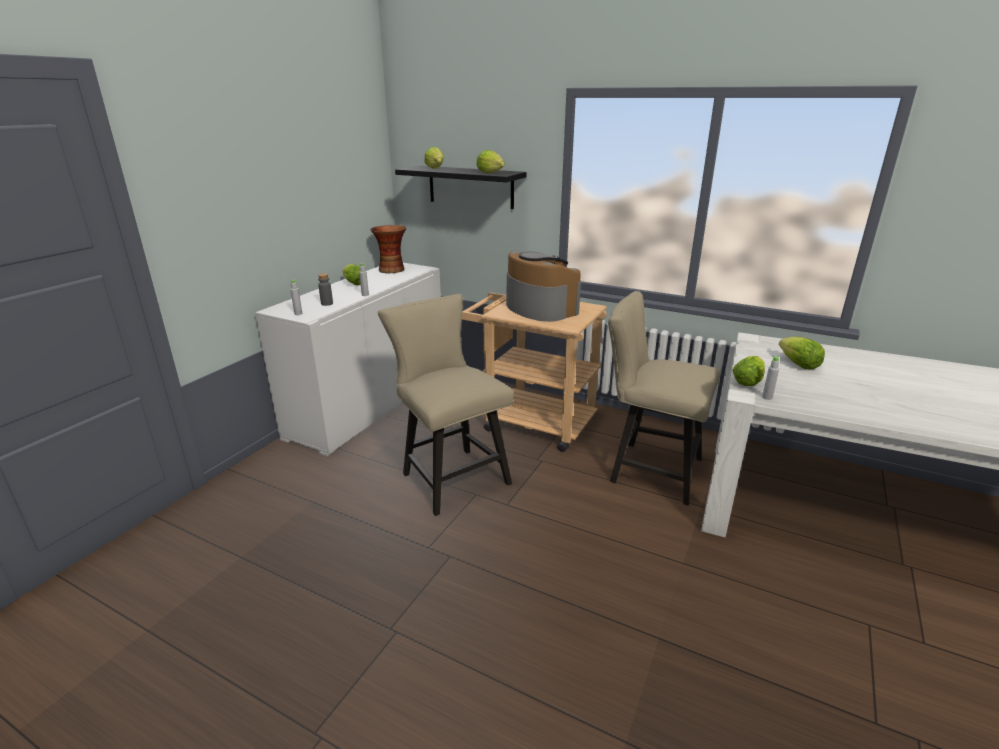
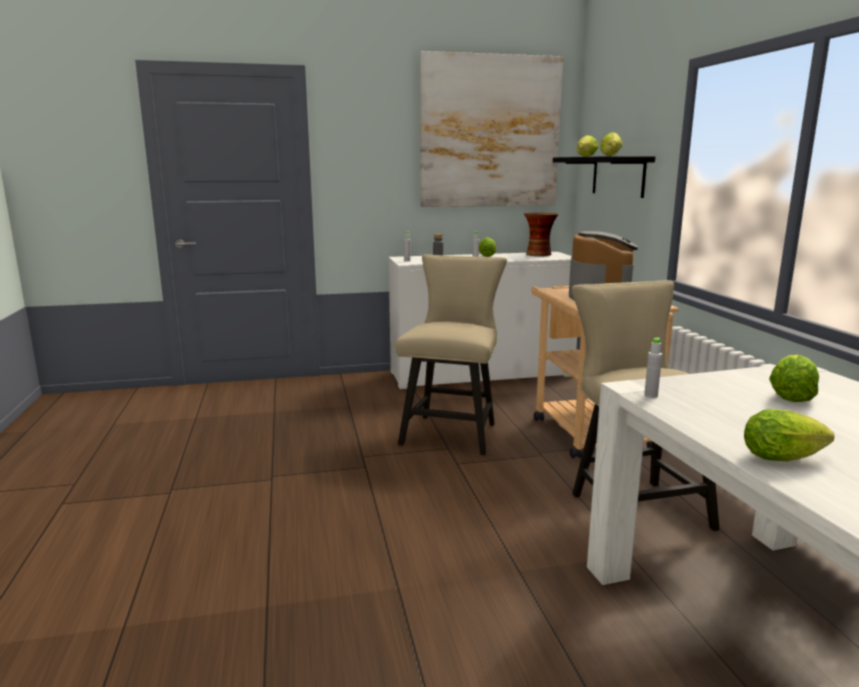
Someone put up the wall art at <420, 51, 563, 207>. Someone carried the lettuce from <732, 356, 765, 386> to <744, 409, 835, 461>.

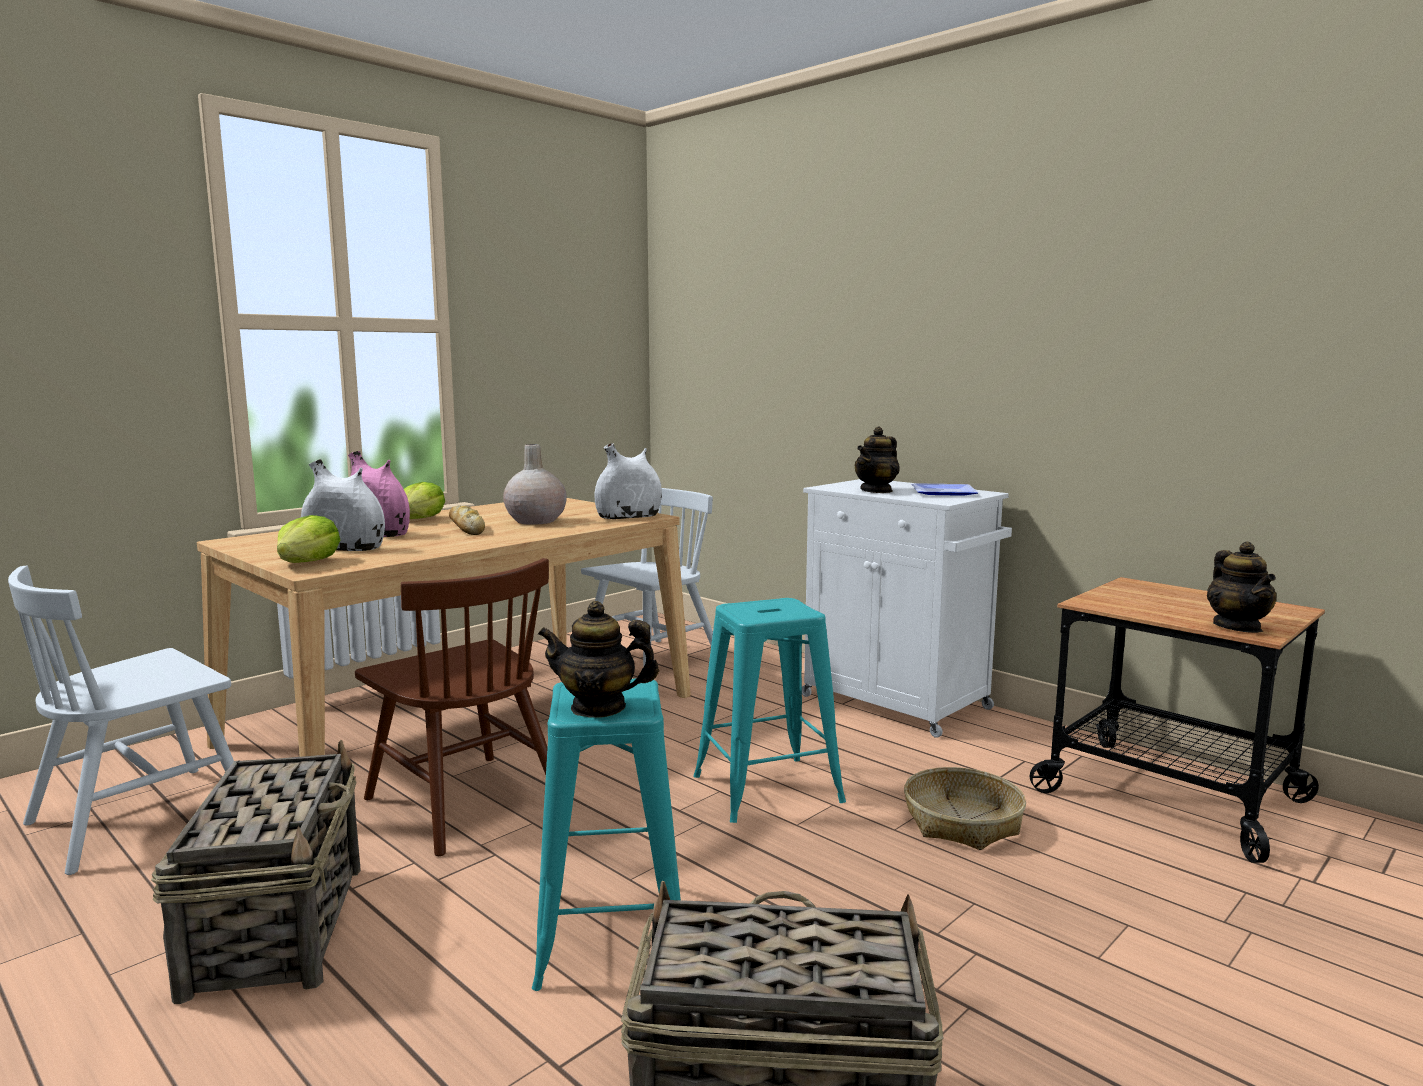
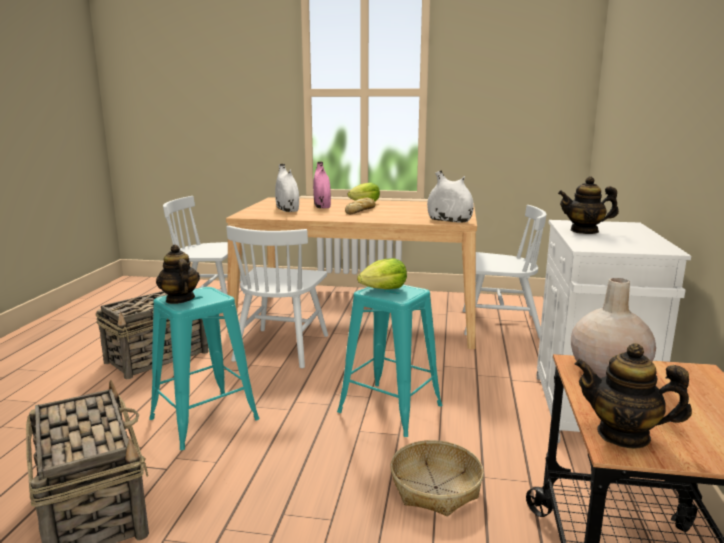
Someone took away the dinner plate at <912, 483, 979, 496>. Someone carried the lettuce from <277, 515, 340, 563> to <357, 258, 407, 289>. Someone carried the decorative vase (beige-coloured) from <503, 444, 567, 525> to <571, 278, 656, 378>. Someone repainted the plain chair (brown) at <355, 558, 549, 856>, which became the plain chair (white-coloured) at <226, 226, 328, 368>. Someone rotated the tea pot at <1207, 541, 1277, 633> by 60 degrees clockwise.

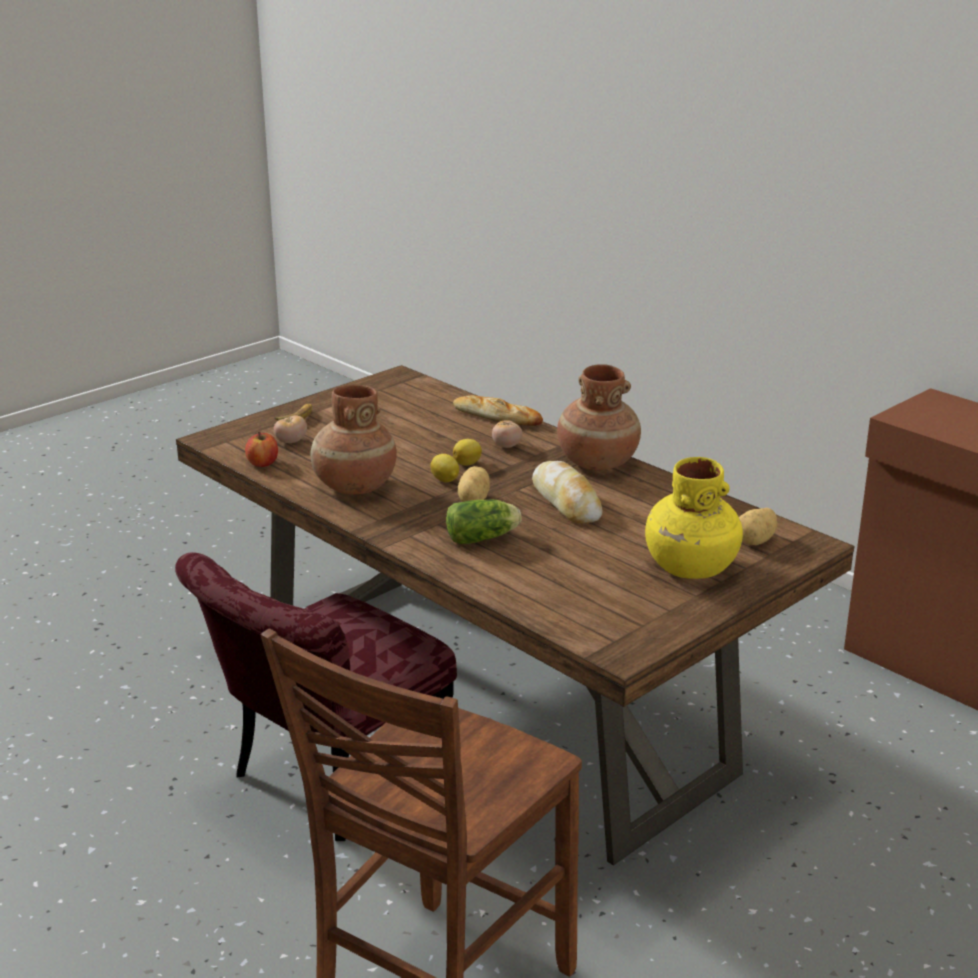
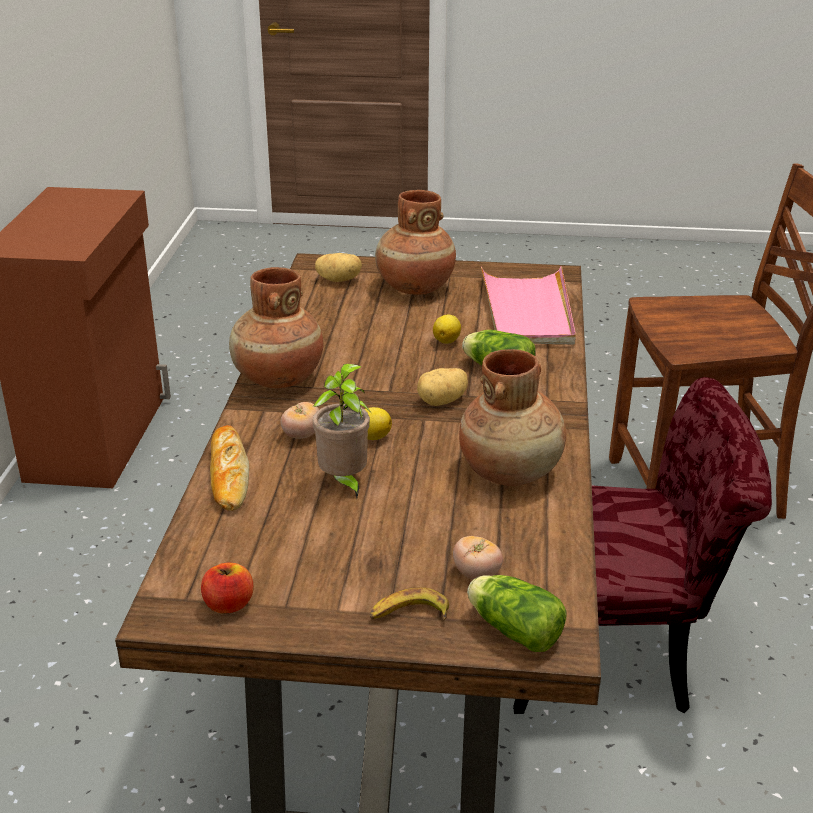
Someone took away the bread at <532, 461, 603, 523>. Someone put down the potted plant at <312, 364, 371, 498>. Someone put down the lettuce at <467, 575, 567, 652>. Someone put down the carrying tray (pinkish) at <481, 266, 576, 344>. Someone carried the apple fruit from <245, 432, 278, 467> to <201, 563, 254, 614>. Someone carried the whole lemon from <430, 454, 459, 482> to <433, 314, 461, 344>. Someone repainted the decorative vase (yellowish) at <645, 457, 743, 579>, which became the decorative vase (brown) at <375, 190, 456, 295>.

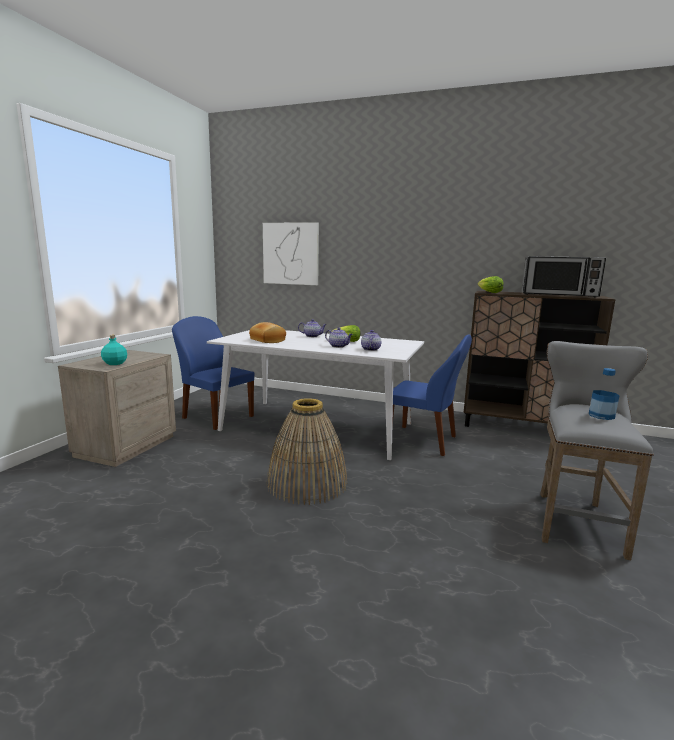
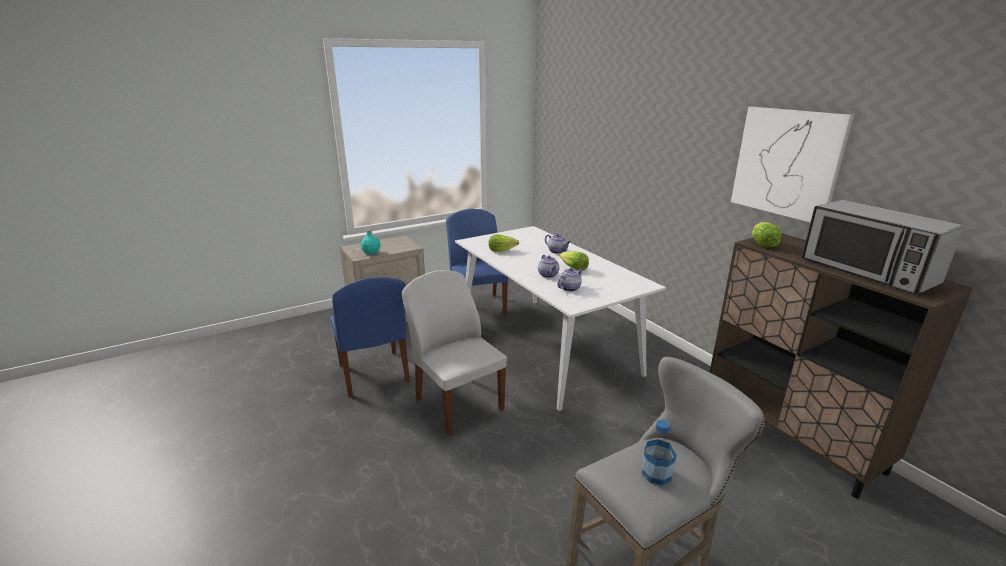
Someone carried the wall art from <263, 222, 319, 285> to <731, 107, 854, 222>. Someone carried the plain chair (blue) from <392, 335, 472, 456> to <330, 277, 410, 397>. Someone swapped the bread at <249, 322, 286, 343> for the lettuce at <489, 234, 519, 252>. Someone swapped the basket at <267, 398, 347, 505> for the plain chair (white-coloured) at <402, 270, 507, 435>.

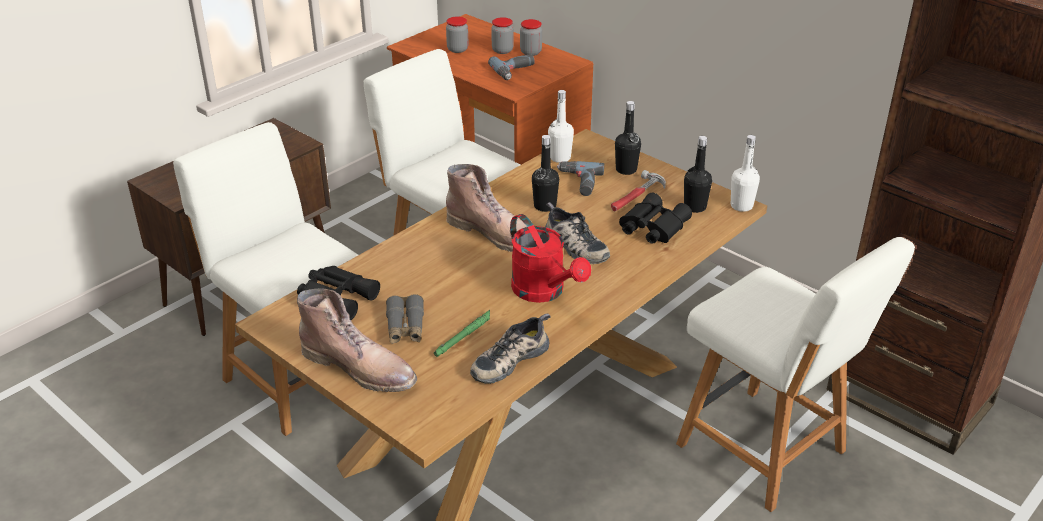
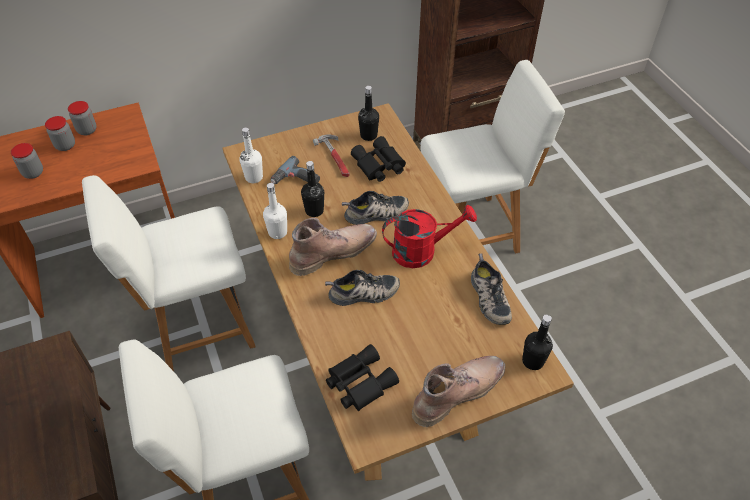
Someone took away the binoculars (grey) at <386, 294, 424, 344>. Someone took away the torch (greenish) at <434, 310, 490, 357>. Someone took away the power drill at <488, 54, 535, 80>. Someone put down the low shoe at <325, 270, 400, 306>. Someone carried the bottle (black) from <615, 101, 641, 175> to <522, 314, 553, 370>. Someone carried the bottle (white-coloured) from <731, 135, 760, 212> to <263, 183, 287, 239>.

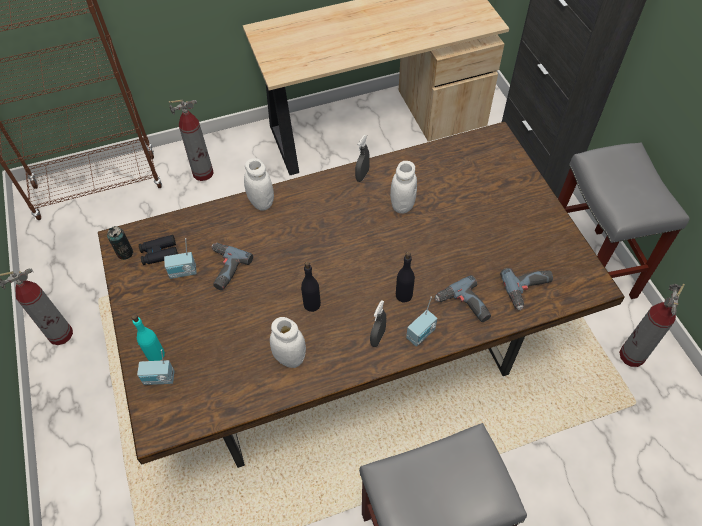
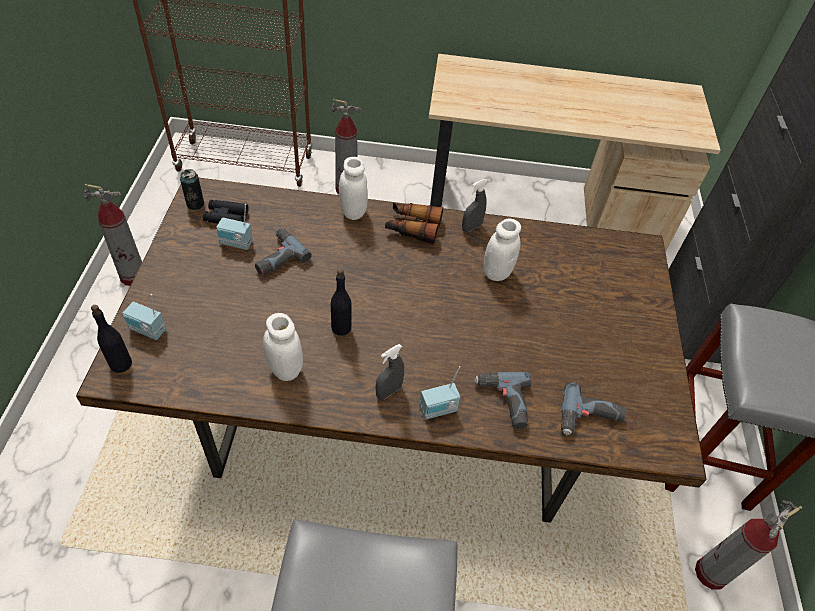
Someone took away the bottle (blue-green) at <132, 315, 165, 361>. Someone put down the binoculars at <385, 203, 443, 245>. Someone carried the bottle (black) from <396, 252, 415, 303> to <91, 305, 132, 373>.

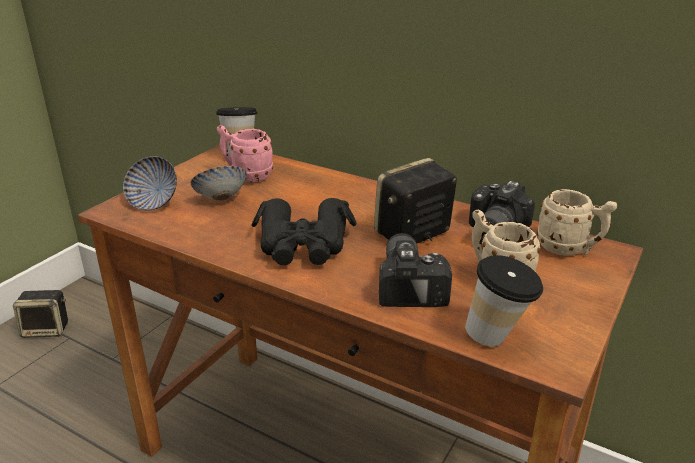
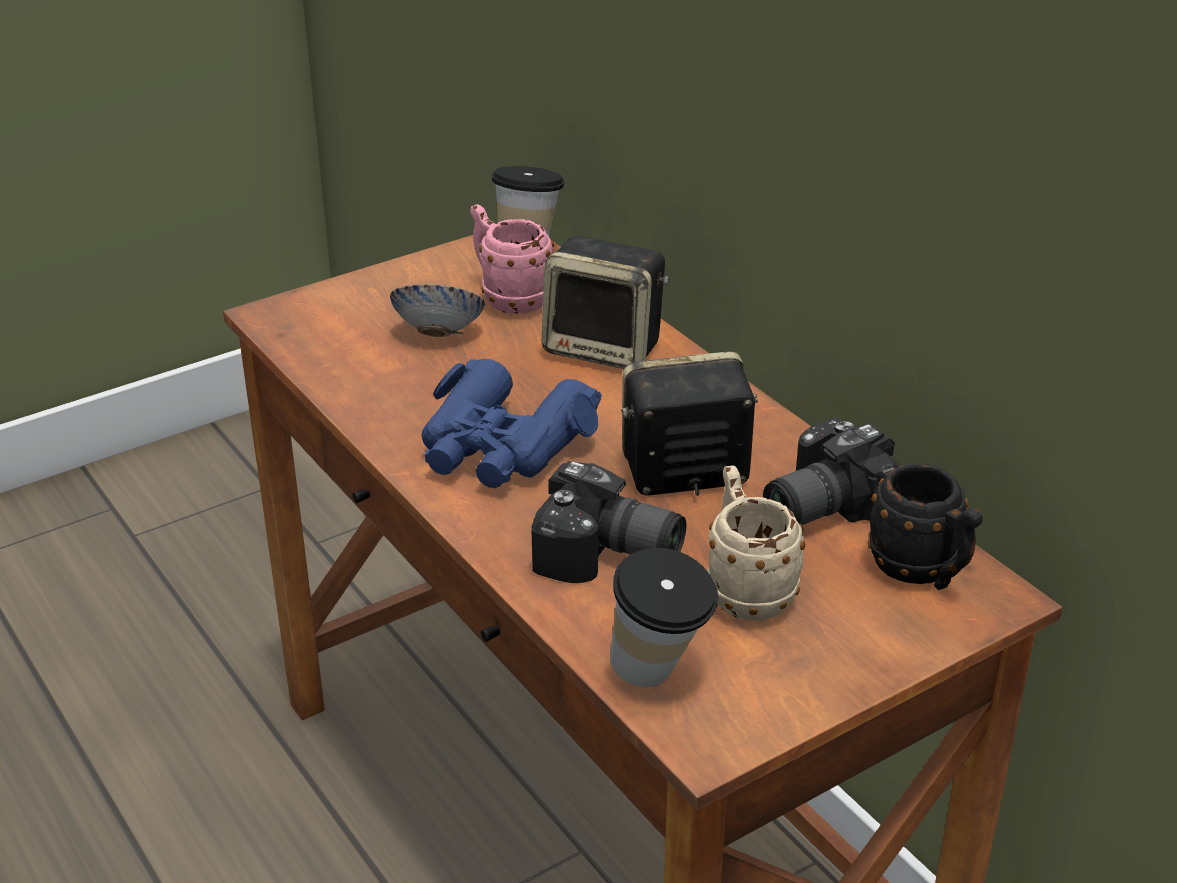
Someone took away the serving bowl at <123, 156, 177, 210>. Someone carried the audio speaker from <13, 290, 68, 338> to <542, 236, 670, 369>. Someone repainted the binoculars (black) at <251, 198, 357, 265>, which became the binoculars (blue) at <422, 359, 602, 488>. Someone repainted the coffee mug (beige-coloured) at <537, 189, 617, 255>, which became the coffee mug (black) at <868, 463, 983, 590>. Someone rotated the still camera at <379, 233, 452, 307> by 90 degrees clockwise.

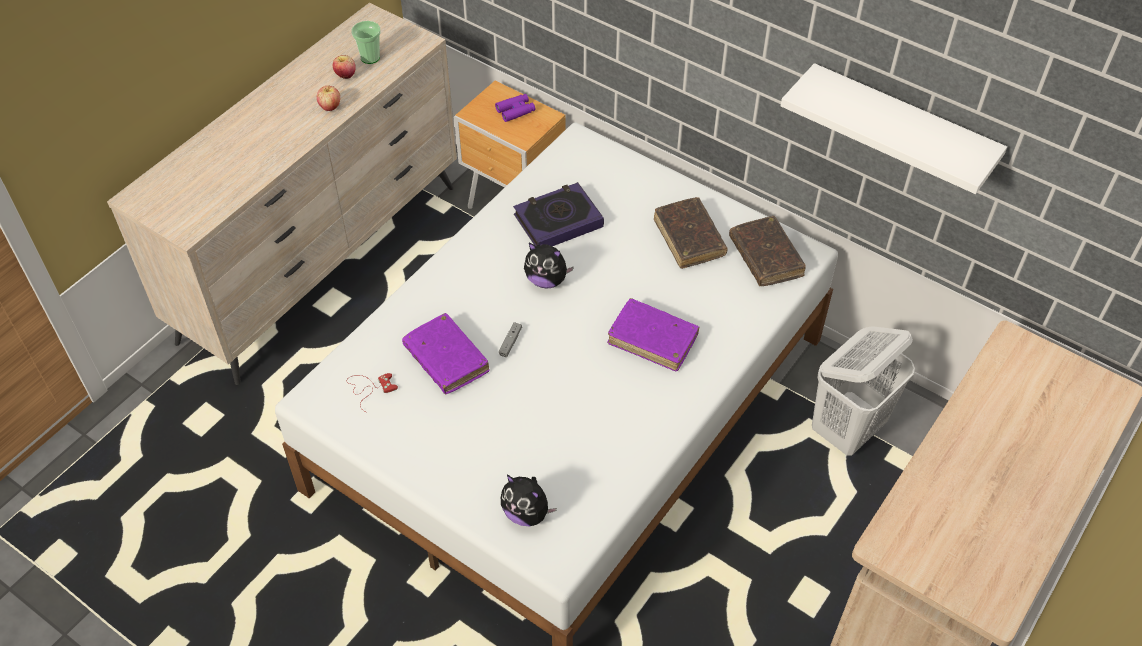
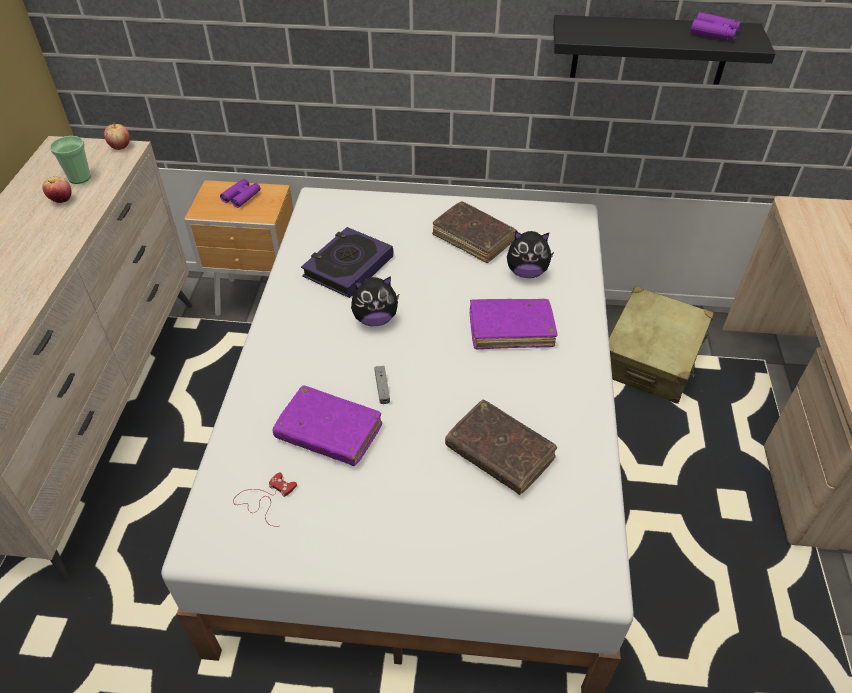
Someone put down the binoculars (purple-coloured) at <690, 12, 741, 41>. Someone carried the apple fruit from <317, 85, 340, 111> to <104, 122, 130, 150>. Someone carried the cuddly toy from <501, 475, 557, 526> to <507, 231, 554, 278>. Someone carried the book (brown) from <729, 216, 806, 286> to <445, 400, 557, 495>. Someone swapped the laundry basket (white-coloured) at <812, 326, 915, 455> for the travel case (beige-coloured) at <609, 286, 714, 404>. Someone repainted the bracket shelf (white-coloured) at <781, 63, 1007, 194>, which became the bracket shelf (black) at <553, 15, 776, 85>.

